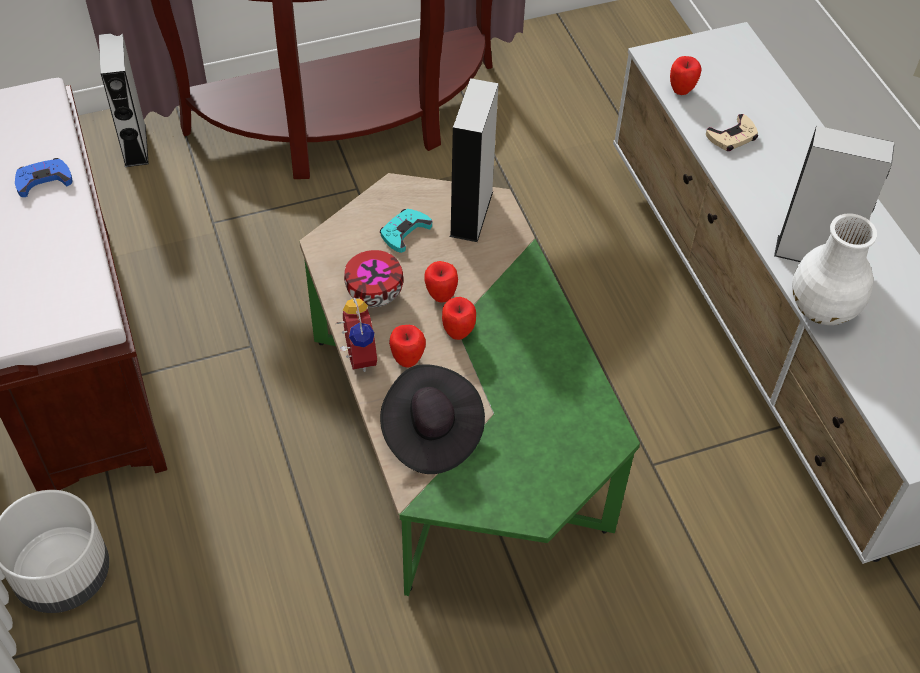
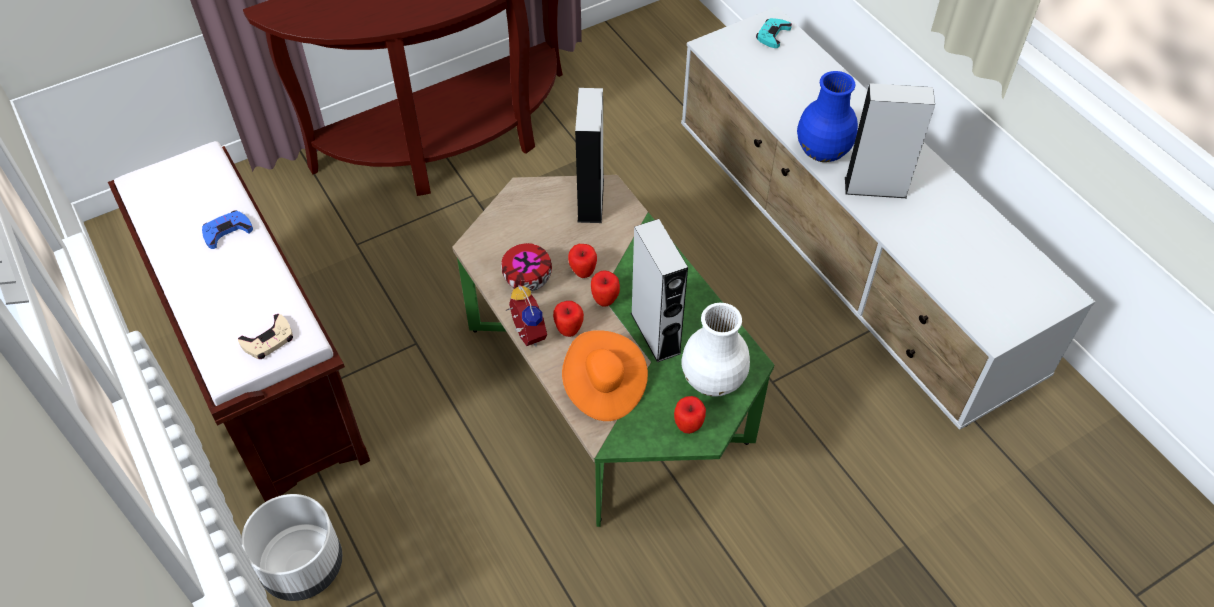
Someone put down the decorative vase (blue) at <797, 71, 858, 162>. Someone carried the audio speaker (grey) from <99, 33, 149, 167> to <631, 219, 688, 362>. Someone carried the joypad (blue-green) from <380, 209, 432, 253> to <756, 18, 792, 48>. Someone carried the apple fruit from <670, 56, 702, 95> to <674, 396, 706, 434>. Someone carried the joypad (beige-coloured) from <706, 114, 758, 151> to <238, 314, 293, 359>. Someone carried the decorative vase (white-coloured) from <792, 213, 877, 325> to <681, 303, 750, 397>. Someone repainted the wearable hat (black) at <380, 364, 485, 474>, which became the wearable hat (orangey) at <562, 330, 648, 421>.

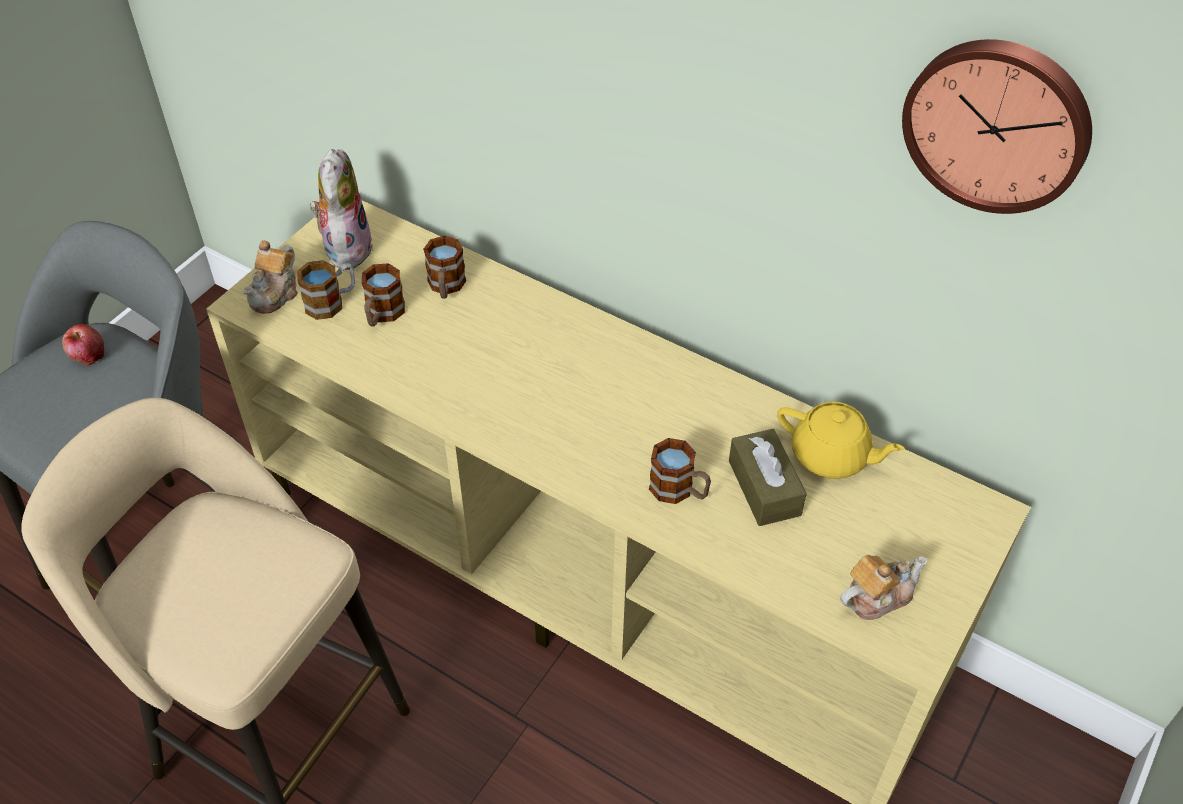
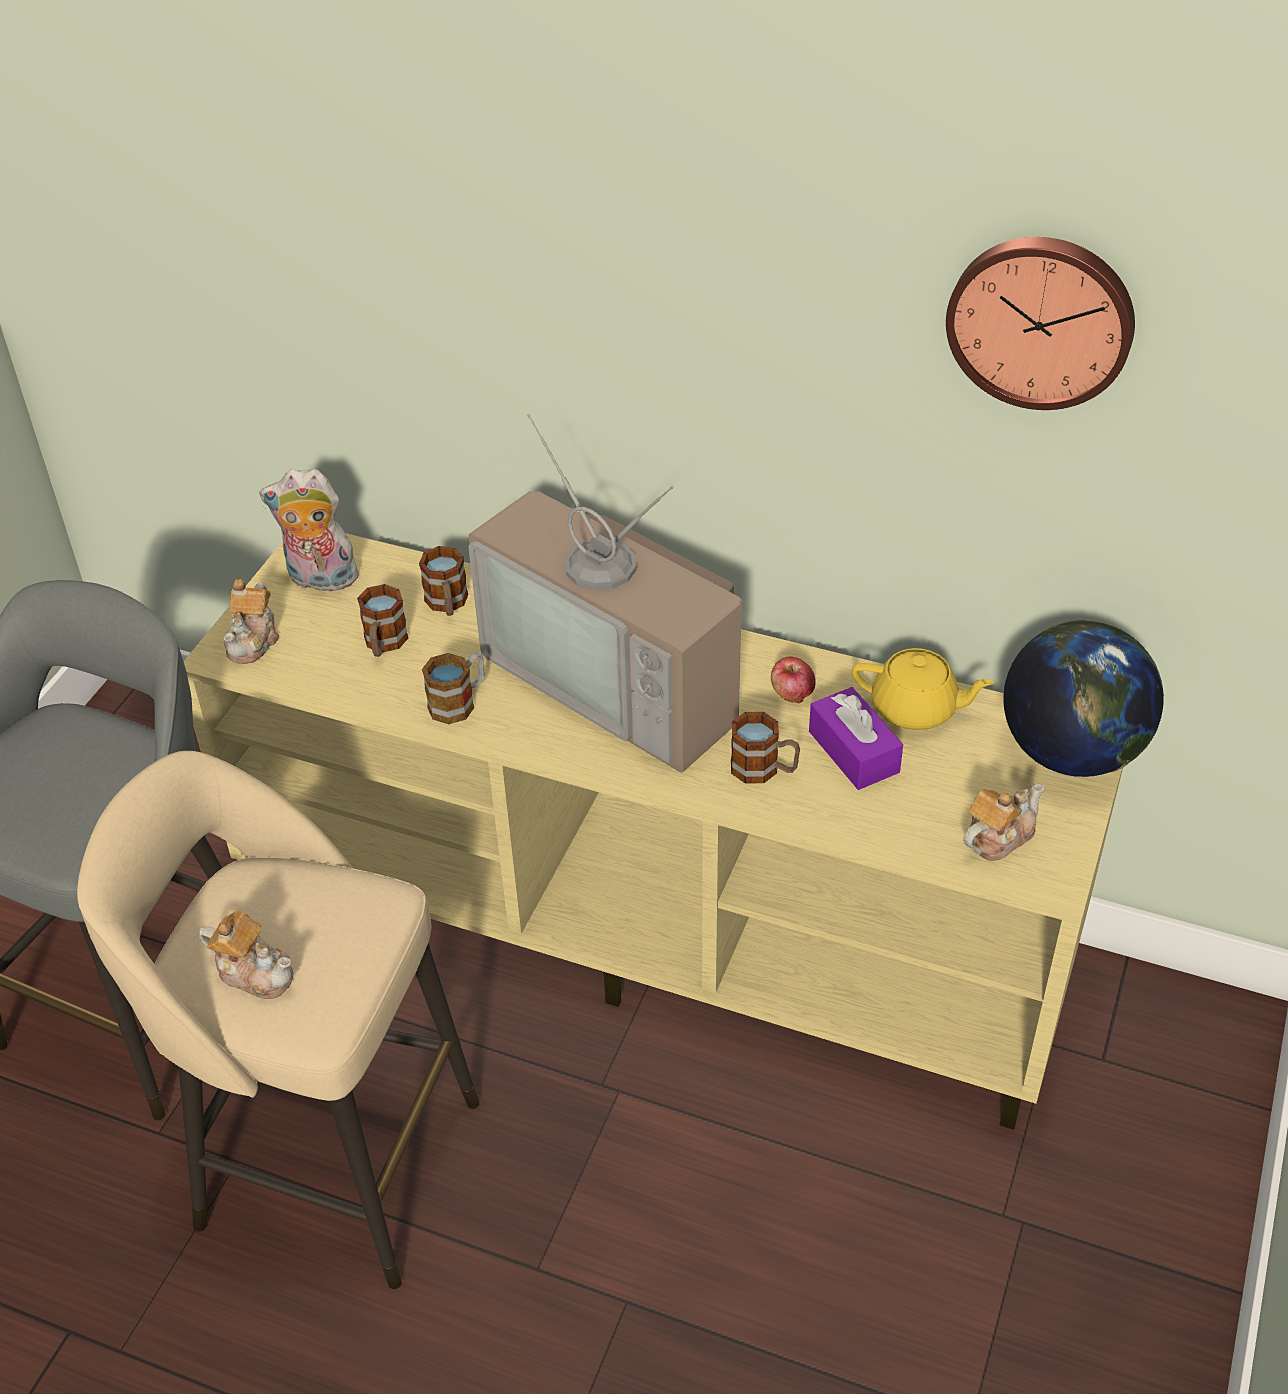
Someone put down the tea pot at <199, 910, 293, 999>. Someone put down the TV set at <468, 414, 742, 773>. Someone put down the desk globe at <1003, 620, 1164, 777>. Someone carried the apple fruit from <62, 324, 104, 366> to <771, 656, 816, 704>. Someone carried the coffee mug from <297, 260, 355, 320> to <422, 652, 484, 724>. Someone repainted the box of tissues (brown) at <729, 429, 807, 526>, which became the box of tissues (purple-coloured) at <809, 687, 903, 790>. Someone rotated the cuddly toy at <310, 149, 373, 270> by 75 degrees counterclockwise.

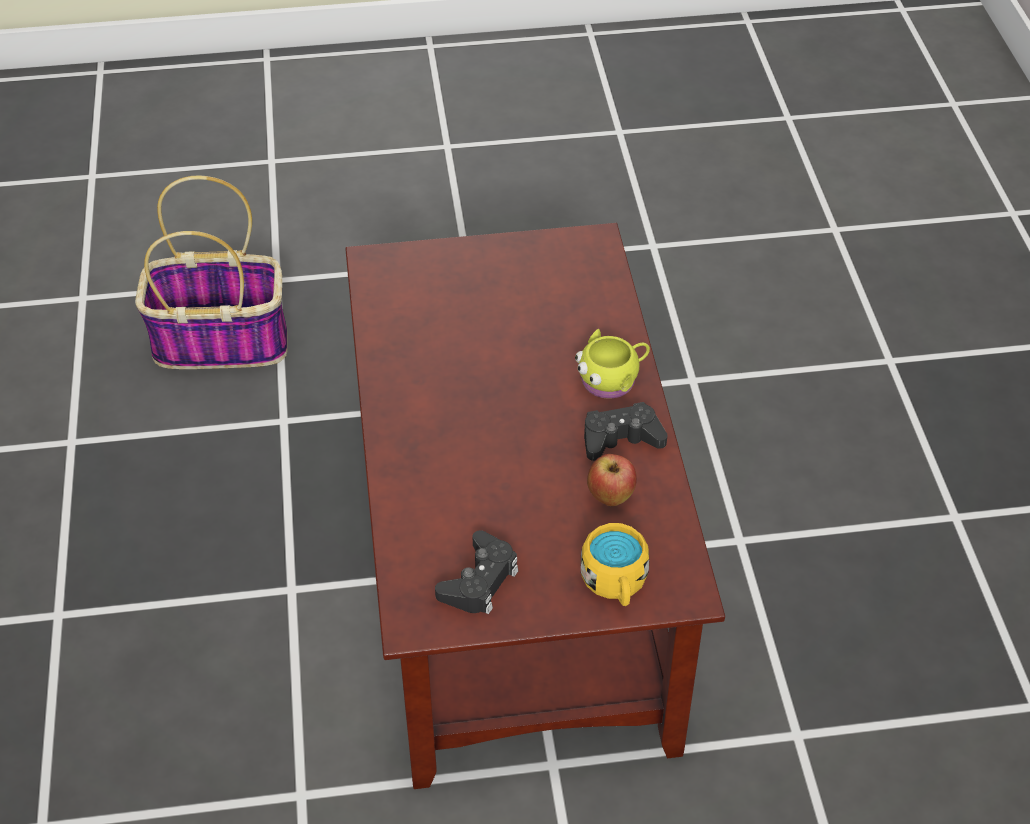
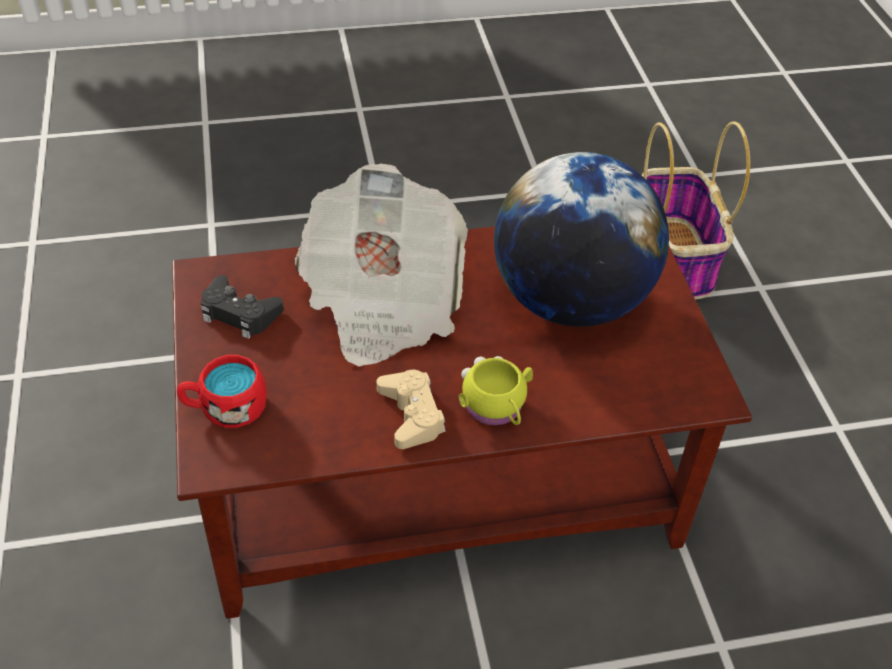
Someone took away the apple fruit at <587, 454, 637, 506>. Someone put down the printed paper at <295, 164, 468, 367>. Someone put down the desk globe at <494, 152, 669, 327>. Someone repainted the coffee mug (yellowish) at <581, 523, 649, 606>, which became the coffee mug (red) at <177, 355, 267, 428>. Someone repainted the joypad (black) at <584, 402, 667, 461>, which became the joypad (beige-coloured) at <377, 370, 446, 449>.

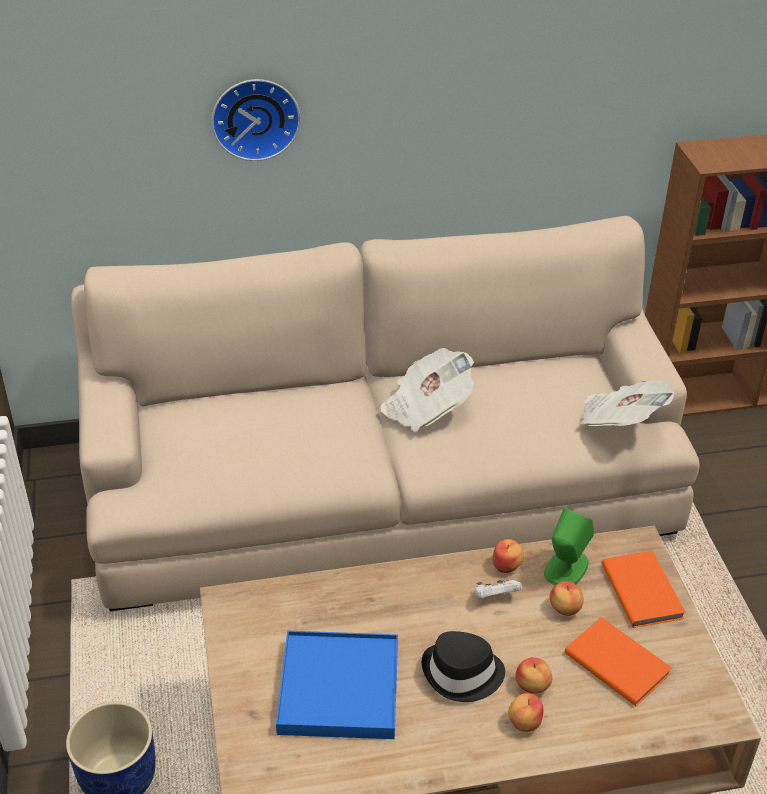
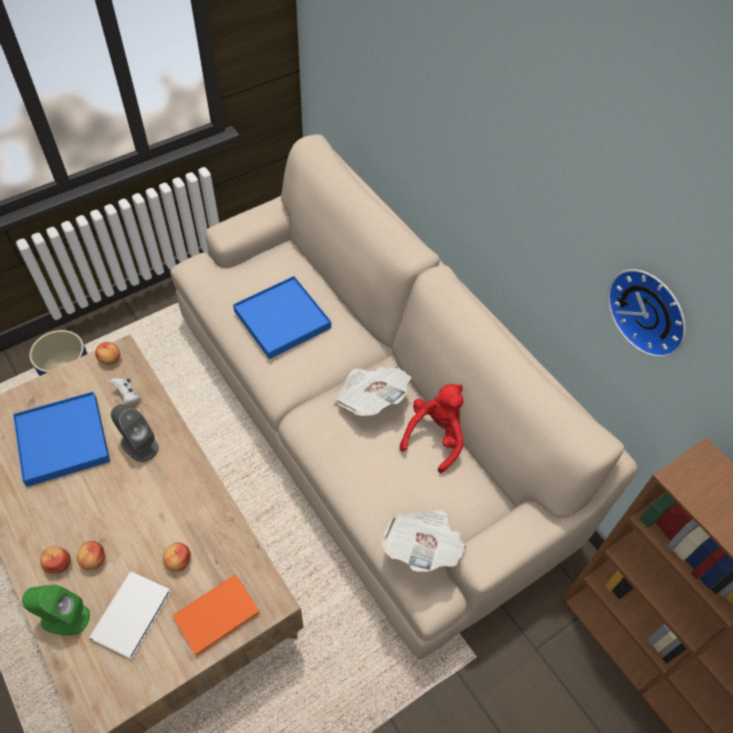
Someone took away the wearable hat (black) at <422, 631, 505, 702>. Someone put down the audio speaker (grey) at <111, 404, 159, 462>. Someone put down the carrying tray (blue) at <233, 276, 331, 359>. Someone put down the cuddly toy (red) at <400, 384, 464, 473>. Someone carried the hanging clock from <211, 79, 300, 161> to <608, 269, 686, 358>. Someone carried the joypad (white-coloured) from <475, 580, 522, 600> to <109, 378, 141, 404>. Someone carried the apple fruit from <493, 539, 524, 573> to <95, 342, 120, 365>. Someone carried the audio speaker (greenish) from <544, 508, 594, 585> to <22, 585, 90, 635>. Someone repainted the book (orangey) at <565, 617, 672, 706>, which became the book (white-coloured) at <89, 571, 171, 659>.

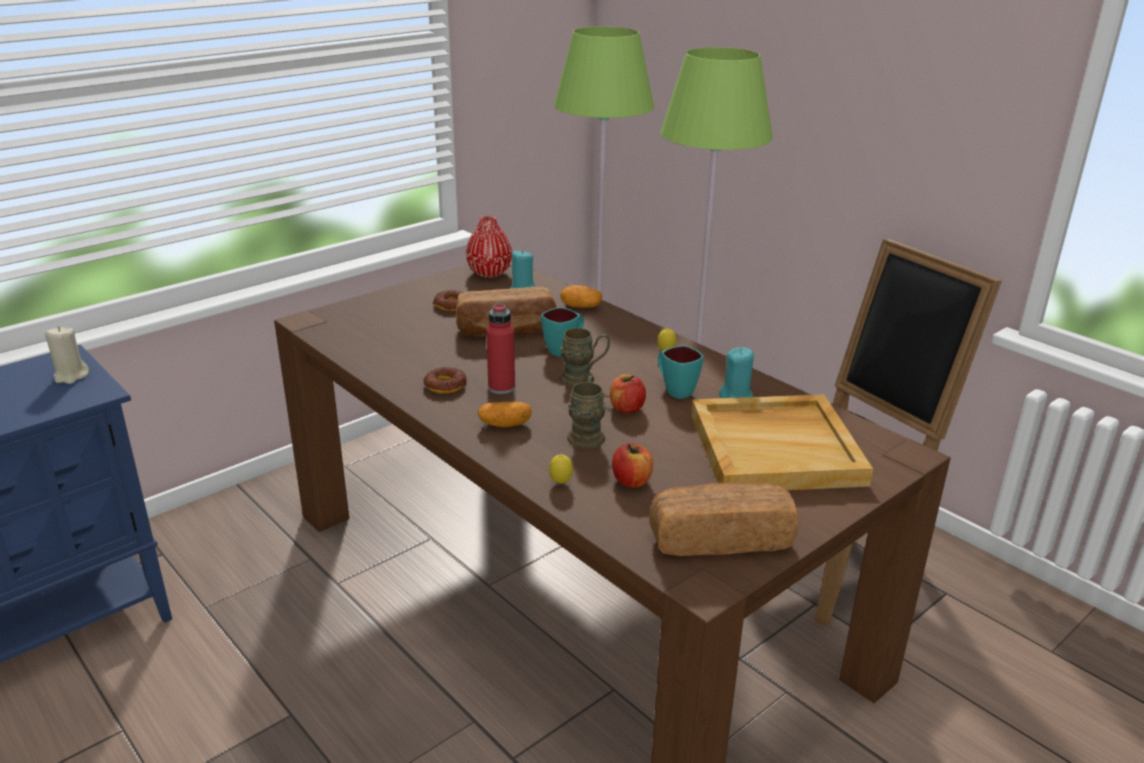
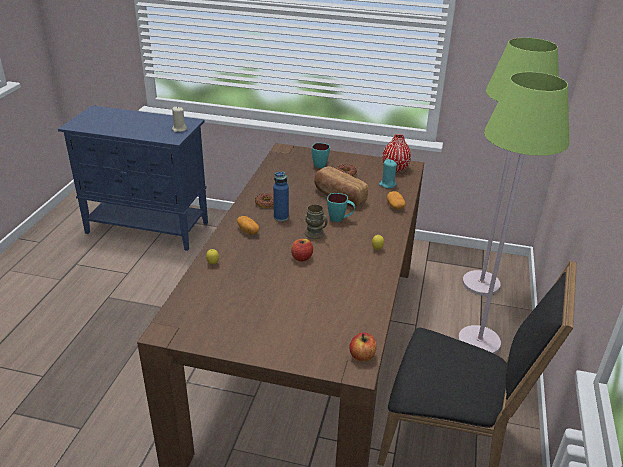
Someone took away the coffee mug (brown) at <567, 376, 606, 448>. Someone took away the bread at <649, 483, 798, 556>. Someone took away the carrying tray (beige-coloured) at <691, 395, 873, 490>. Someone took away the wax light (blue-green) at <719, 347, 754, 398>. Someone carried the apple fruit from <612, 443, 653, 487> to <349, 333, 376, 361>. Someone carried the coffee mug (blue-green) from <658, 346, 703, 399> to <312, 143, 330, 168>. Someone repainted the bottle (red) at <486, 302, 515, 394>, which became the bottle (blue) at <273, 171, 289, 221>.

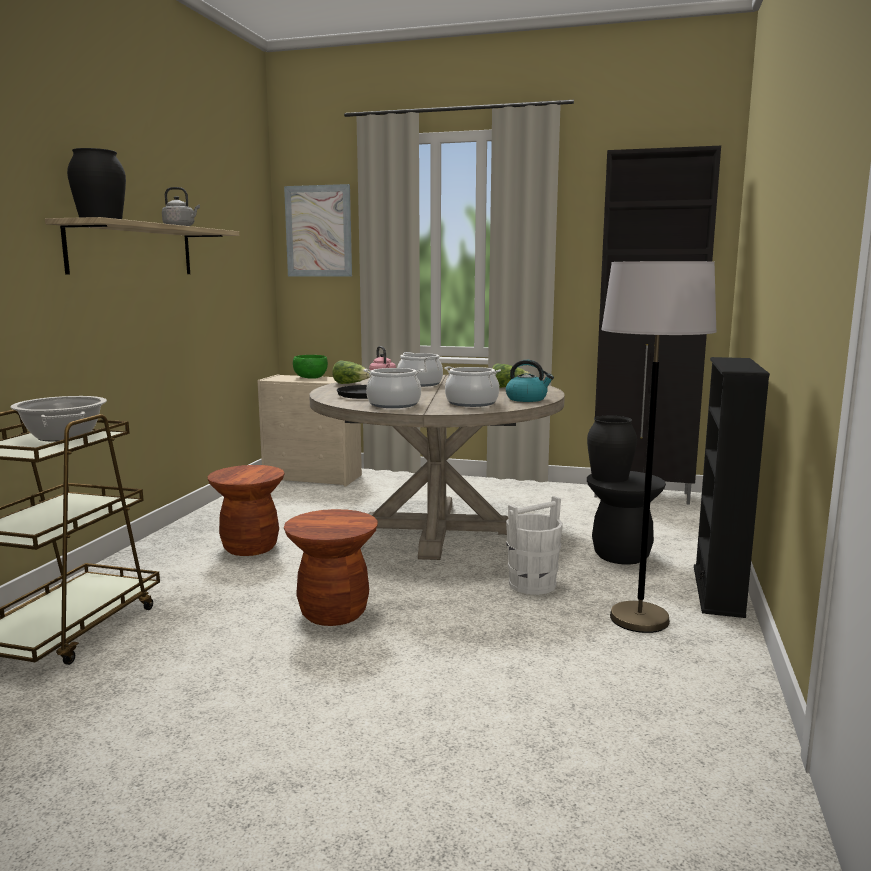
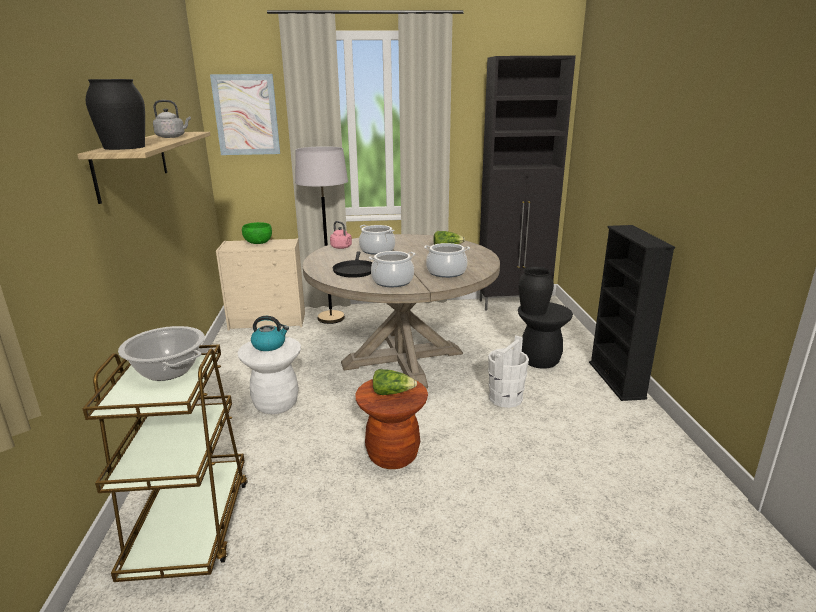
Someone carried the lettuce from <332, 360, 370, 384> to <373, 369, 417, 395>. Someone carried the tea kettle from <506, 360, 554, 402> to <251, 316, 289, 351>. Someone carried the standard lamp (grey) from <601, 261, 717, 633> to <295, 146, 348, 324>. Someone repainted the sitting stool (brown) at <207, 465, 285, 556>, which became the sitting stool (white-coloured) at <237, 337, 301, 414>.

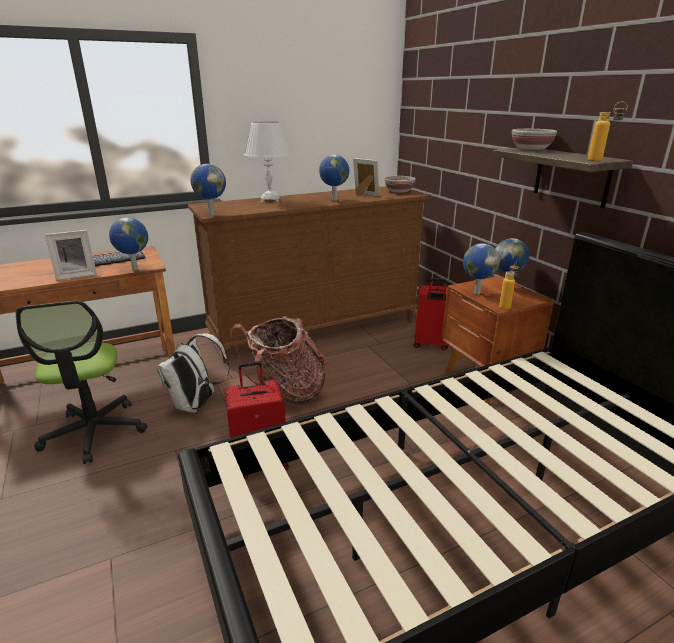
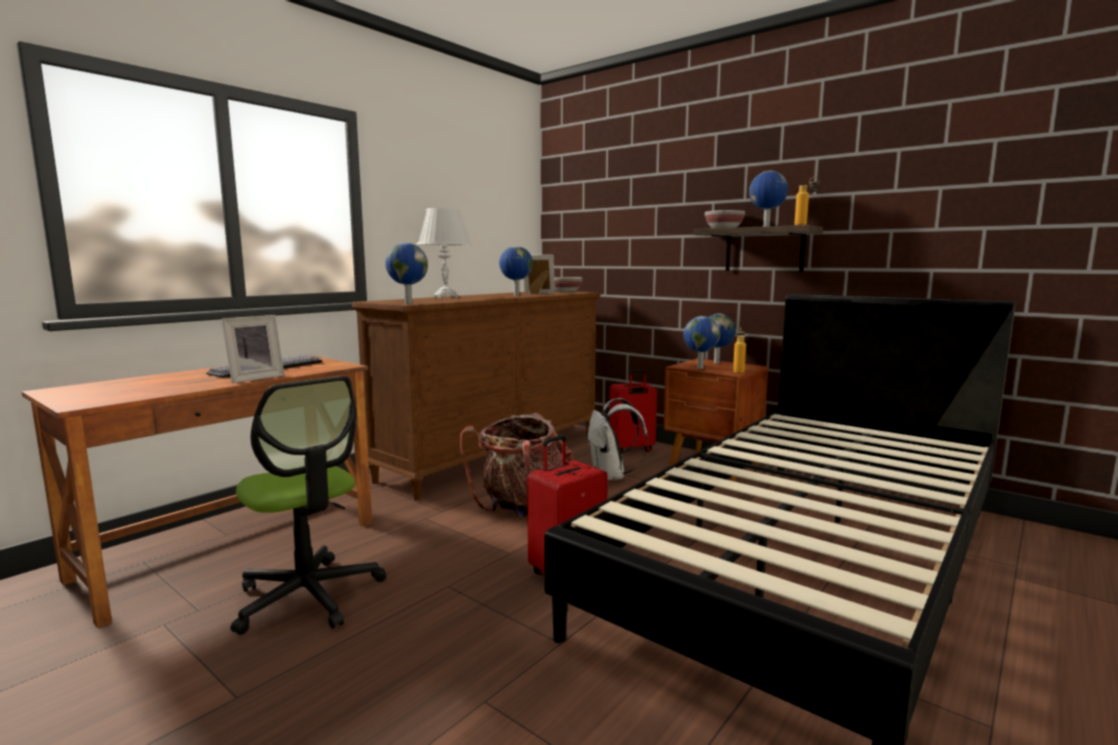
Someone carried the desk globe from <109, 218, 148, 270> to <749, 170, 788, 227>. Someone carried the backpack (white-coloured) from <157, 333, 230, 413> to <588, 398, 648, 480>.

